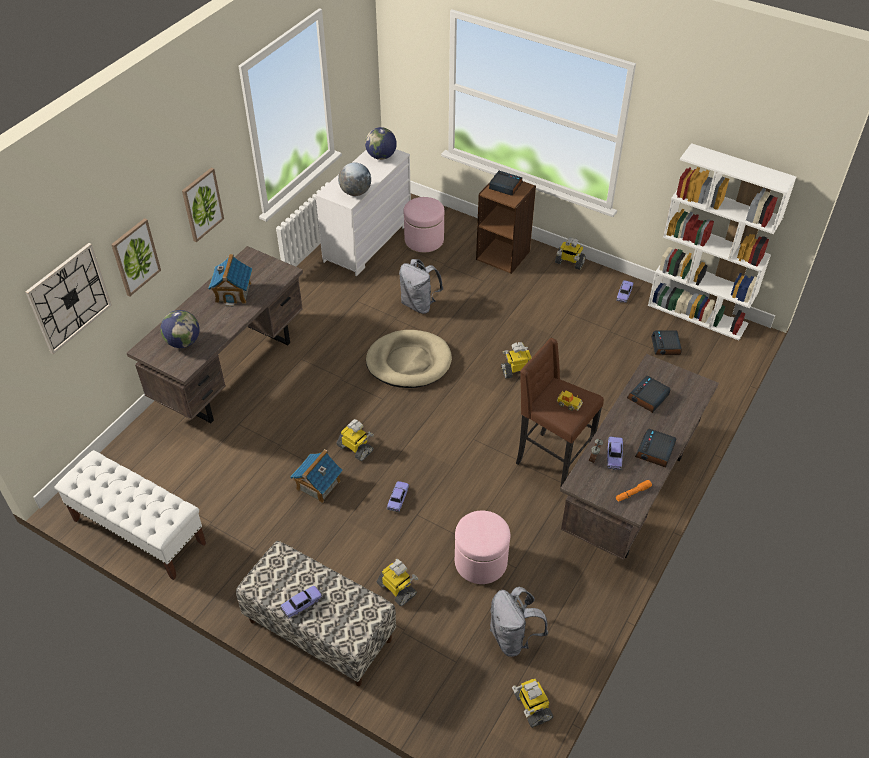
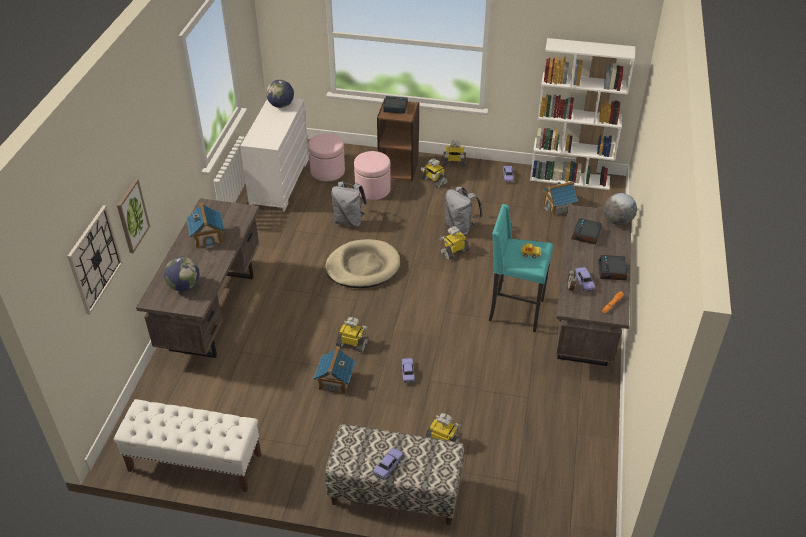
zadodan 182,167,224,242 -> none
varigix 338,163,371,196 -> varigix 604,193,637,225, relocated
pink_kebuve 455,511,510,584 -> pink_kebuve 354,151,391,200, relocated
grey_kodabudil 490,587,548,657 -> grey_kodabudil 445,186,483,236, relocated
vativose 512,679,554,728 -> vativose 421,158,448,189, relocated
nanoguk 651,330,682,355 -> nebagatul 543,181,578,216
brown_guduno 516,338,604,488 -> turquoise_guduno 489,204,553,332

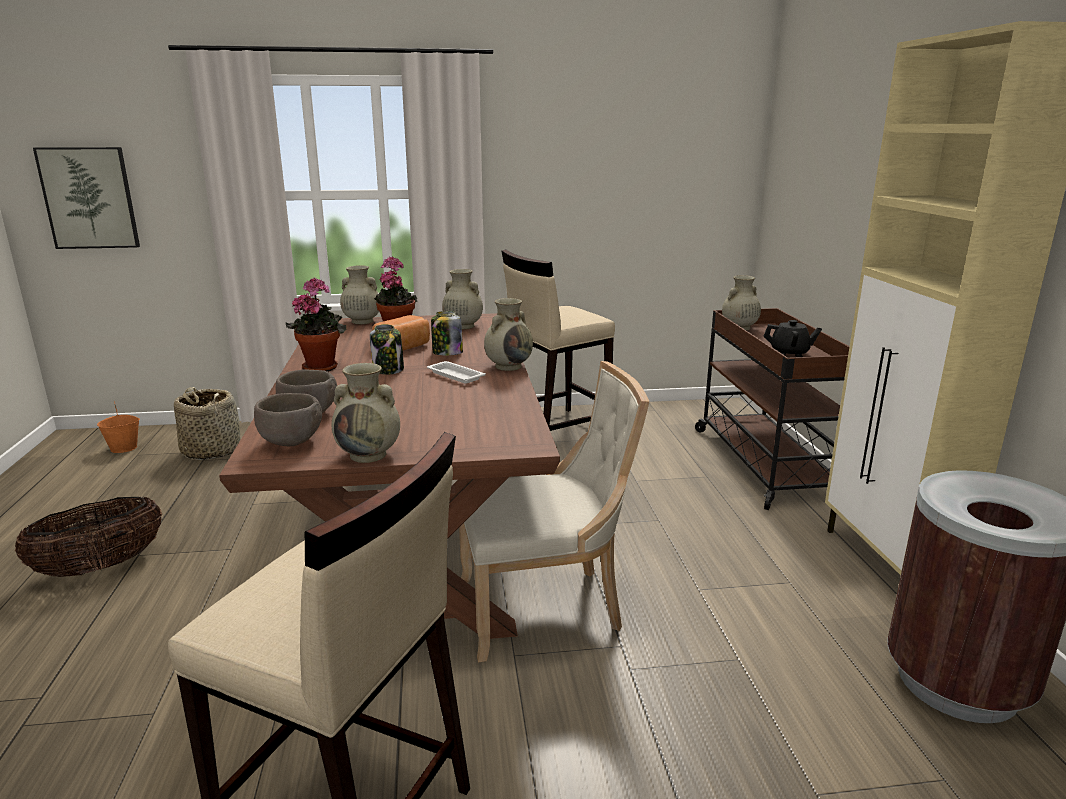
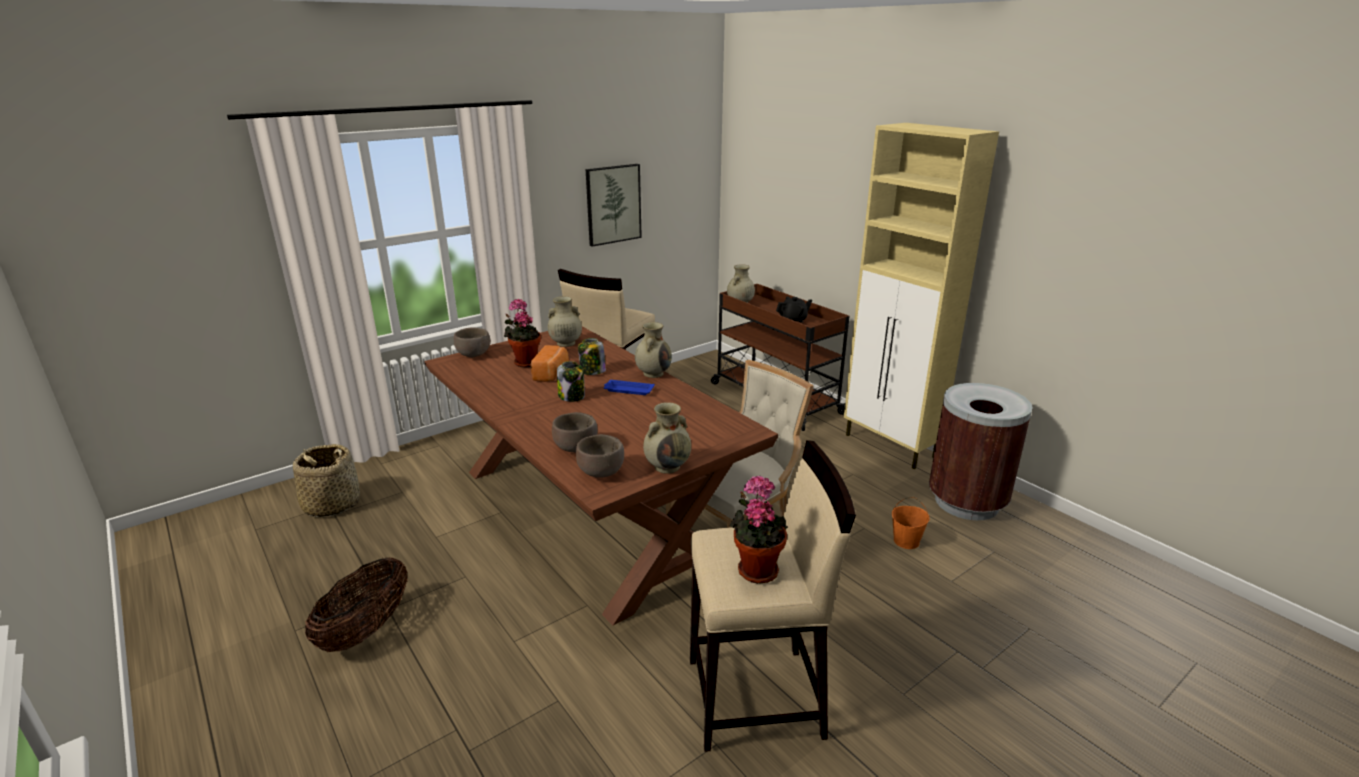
zadodan 33,147,140,249 -> zadodan 586,164,642,247, relocated
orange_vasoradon 97,401,140,453 -> orange_vasoradon 892,497,930,549, relocated
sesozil 286,277,346,371 -> sesozil 730,476,787,584, relocated
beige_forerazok 340,265,379,324 -> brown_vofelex 454,328,491,357
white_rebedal 427,361,486,384 -> blue_rebedal 604,380,655,395

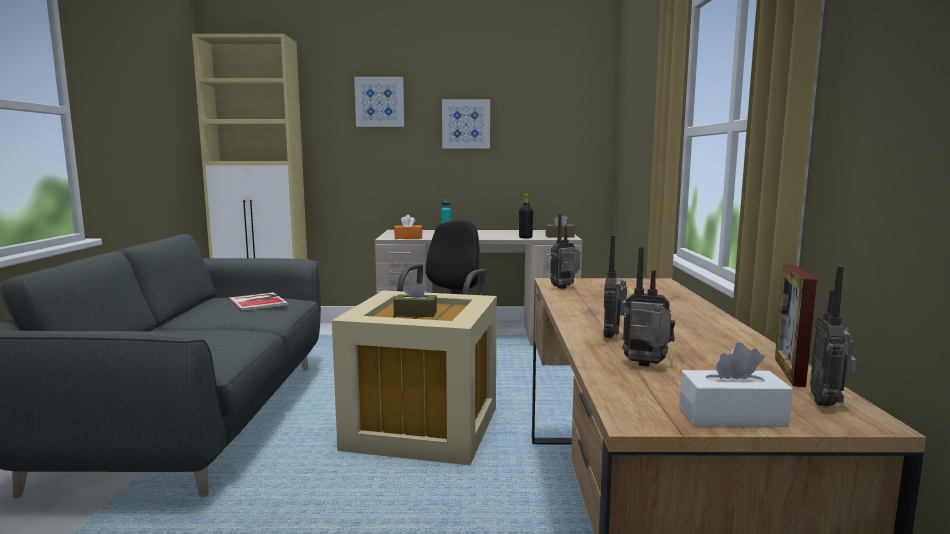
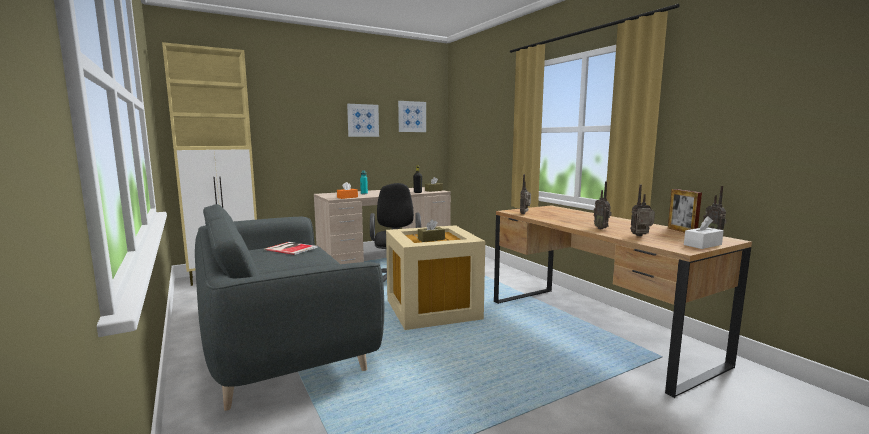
zadodan 354,77,404,127 -> zadodan 398,101,426,132, relocated

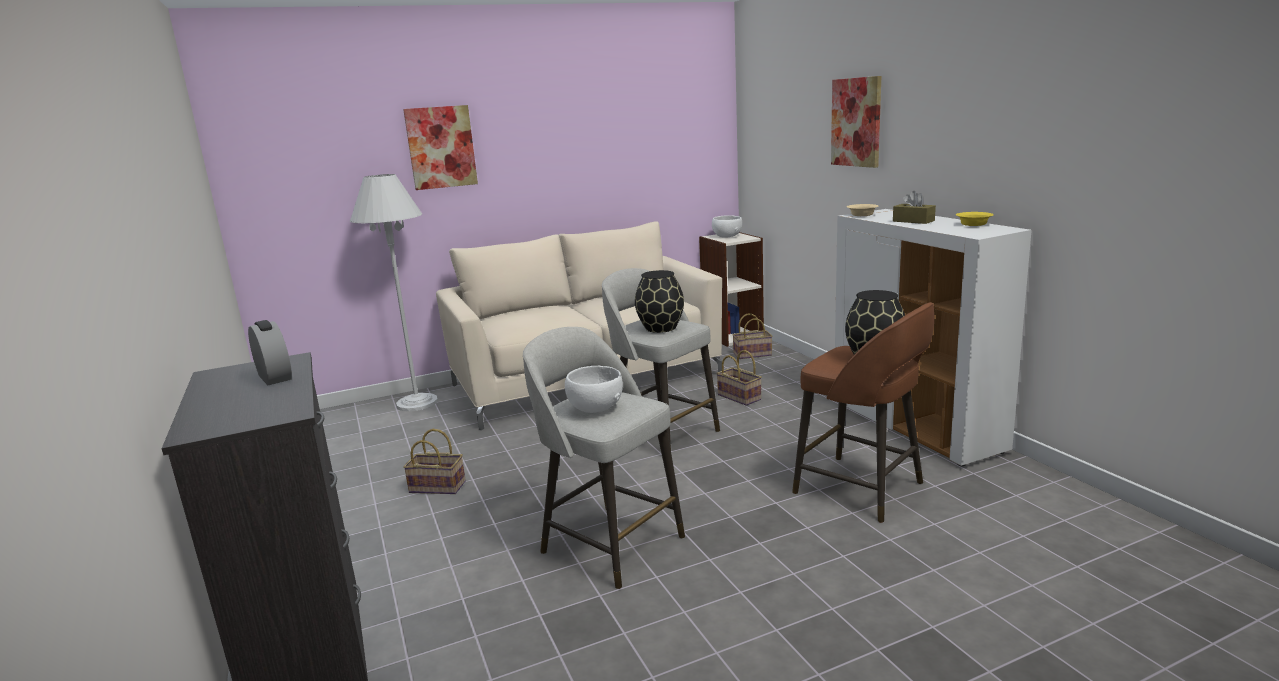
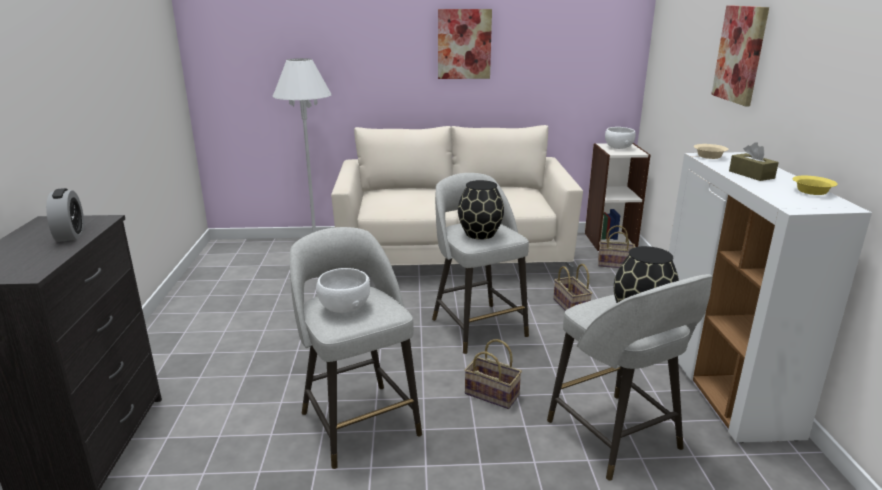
zadodan 403,105,478,190 -> zadodan 438,9,492,79, relocated
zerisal 403,429,466,494 -> zerisal 465,339,522,409, relocated
brown_guduno 792,302,934,523 -> grey_guduno 547,274,713,481

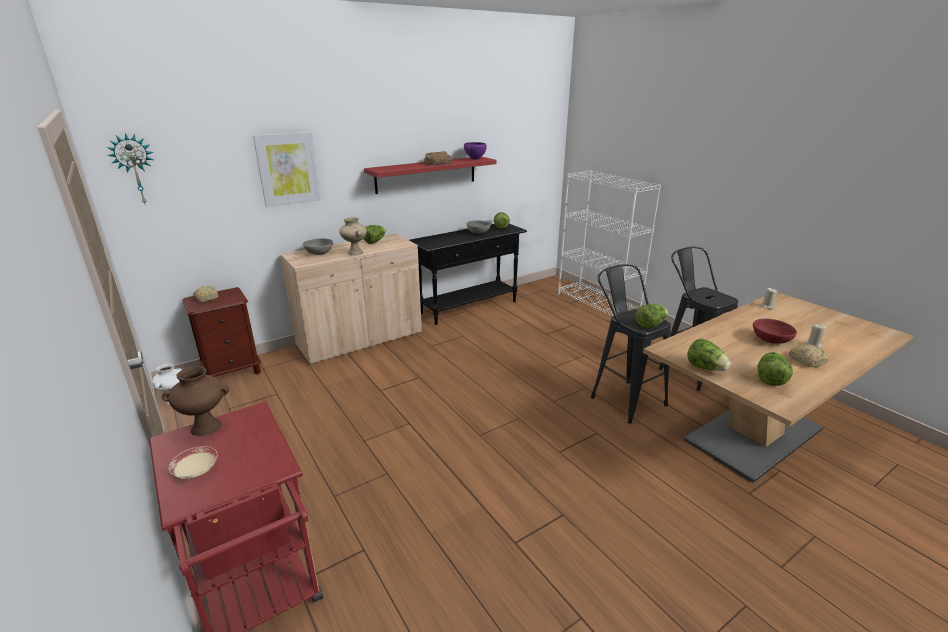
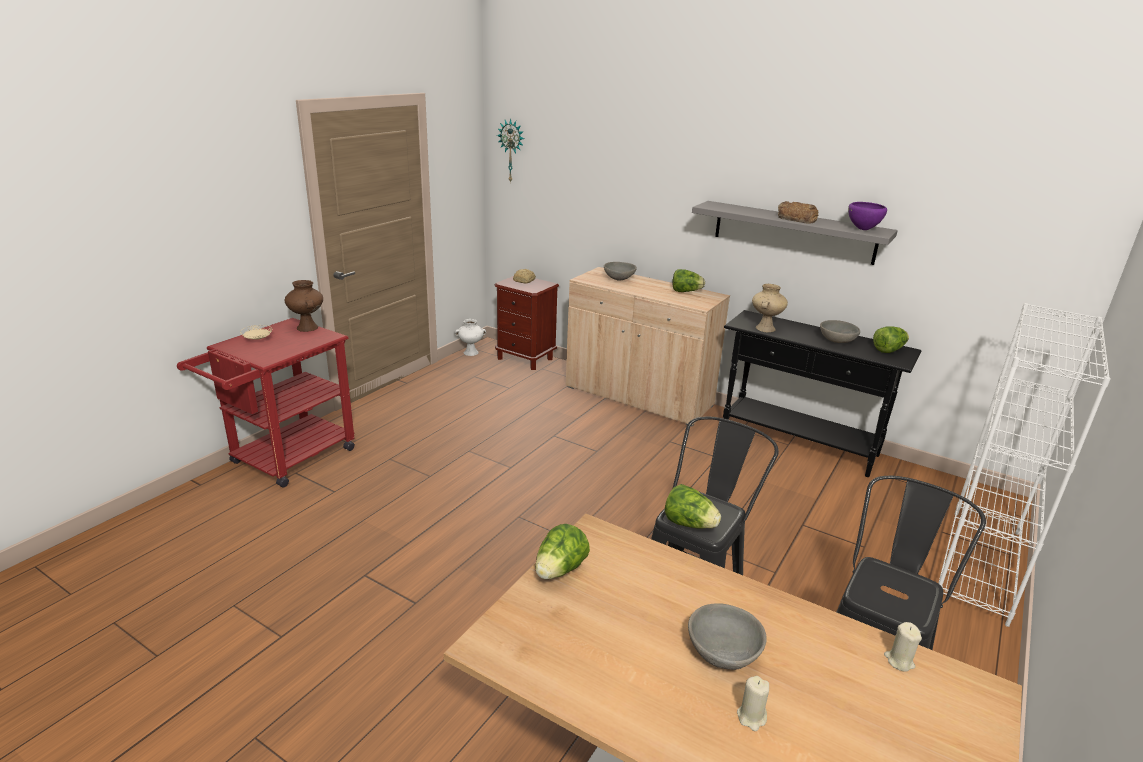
zadodan 253,132,321,207 -> none
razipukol 757,352,793,386 -> none
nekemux 789,344,828,367 -> none
beige_forerazok 339,218,367,255 -> beige_forerazok 752,284,788,332, relocated
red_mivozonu 364,157,497,194 -> grey_mivozonu 692,201,898,265
red_vofelex 753,319,797,344 -> grey_vofelex 688,603,767,670

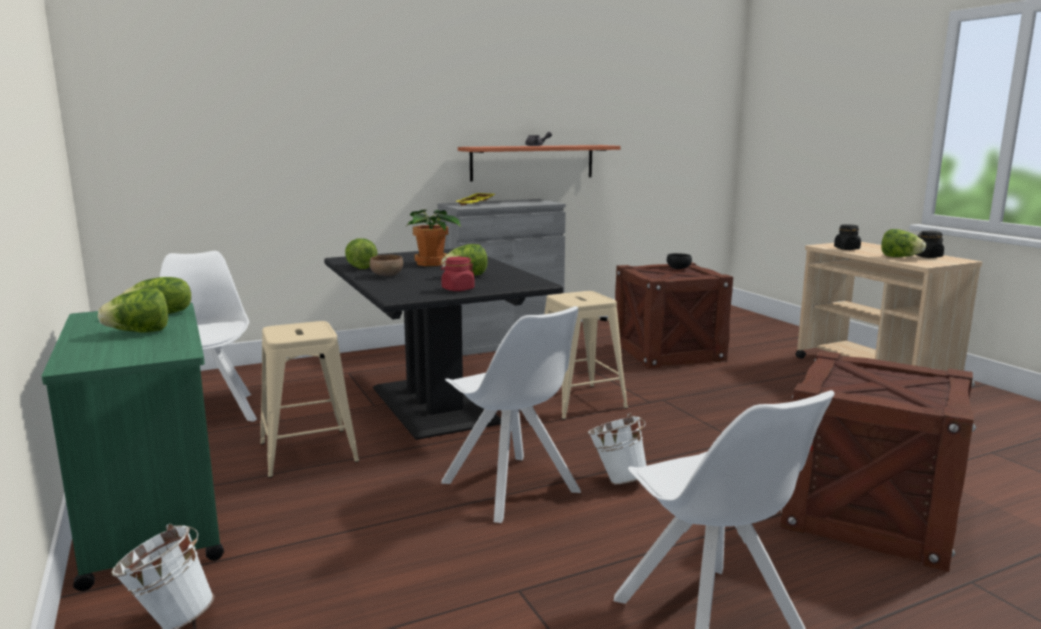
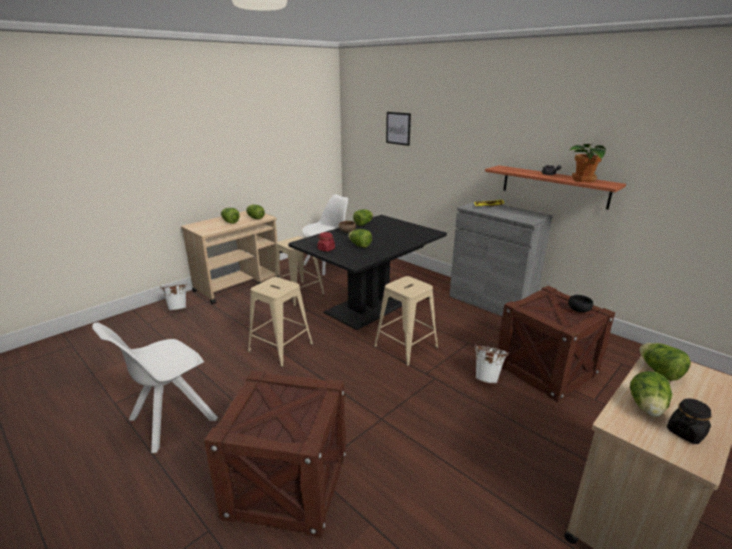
none -> zadodan 386,112,411,146
sesozil 406,209,461,266 -> sesozil 569,144,606,183, relocated
white_vasoradon 588,414,646,484 -> white_vasoradon 475,344,509,383, relocated
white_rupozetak 441,306,581,523 -> beige_guduno 248,277,313,367
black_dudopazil 834,224,861,250 -> razipukol 639,343,691,381
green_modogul 42,303,224,591 -> beige_modogul 181,211,280,304

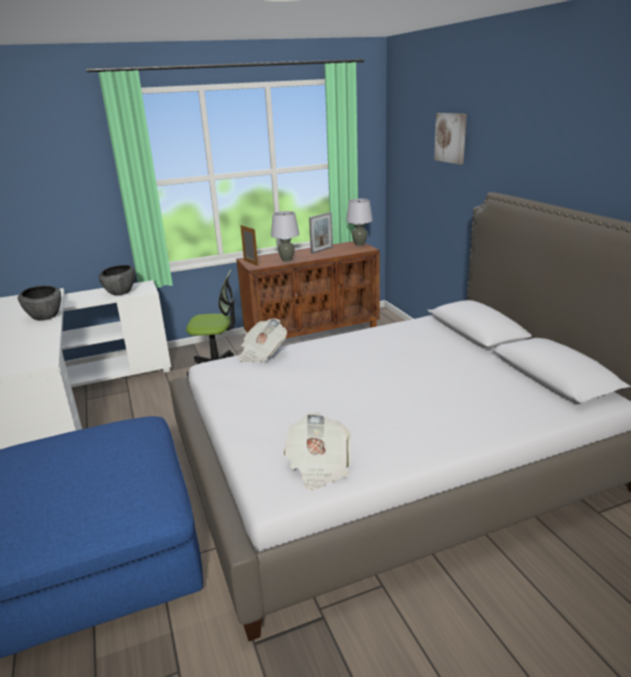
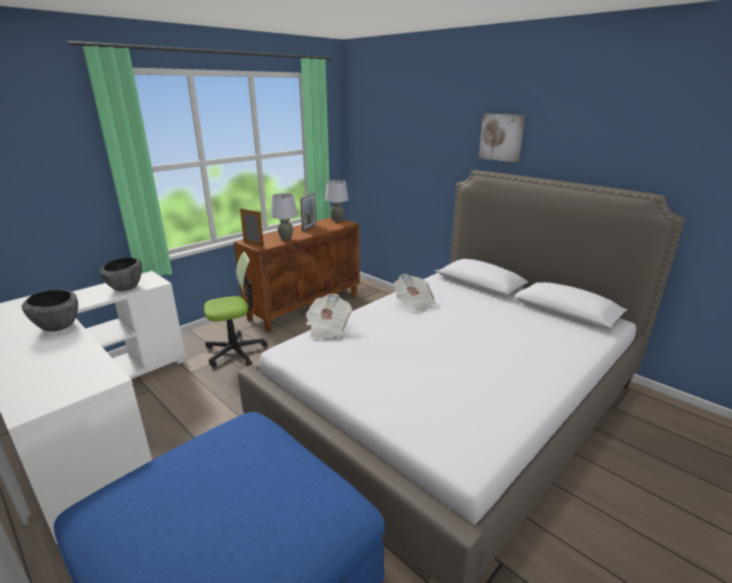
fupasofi 283,412,351,490 -> fupasofi 394,274,436,314, relocated
zadodan 434,113,467,165 -> zadodan 479,114,525,163, relocated

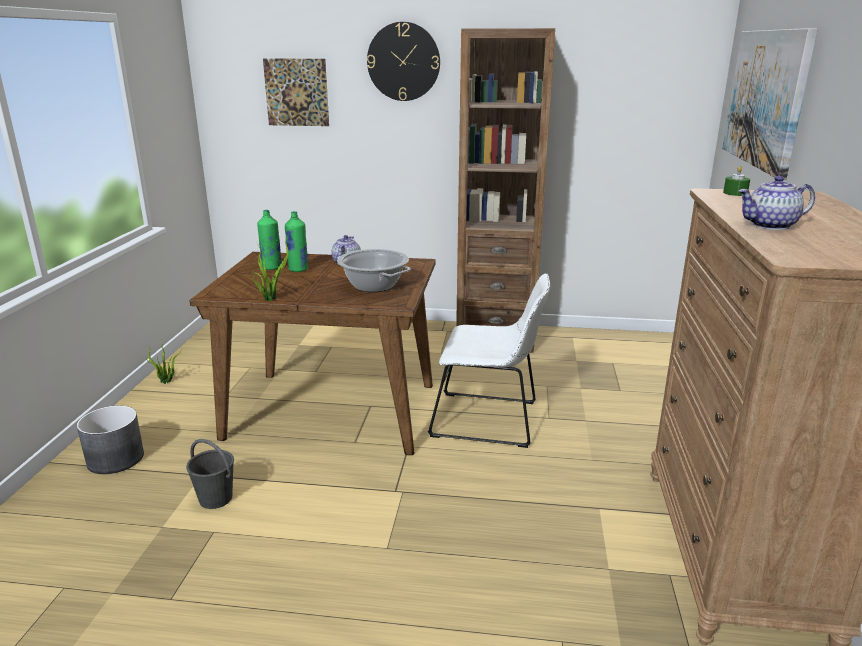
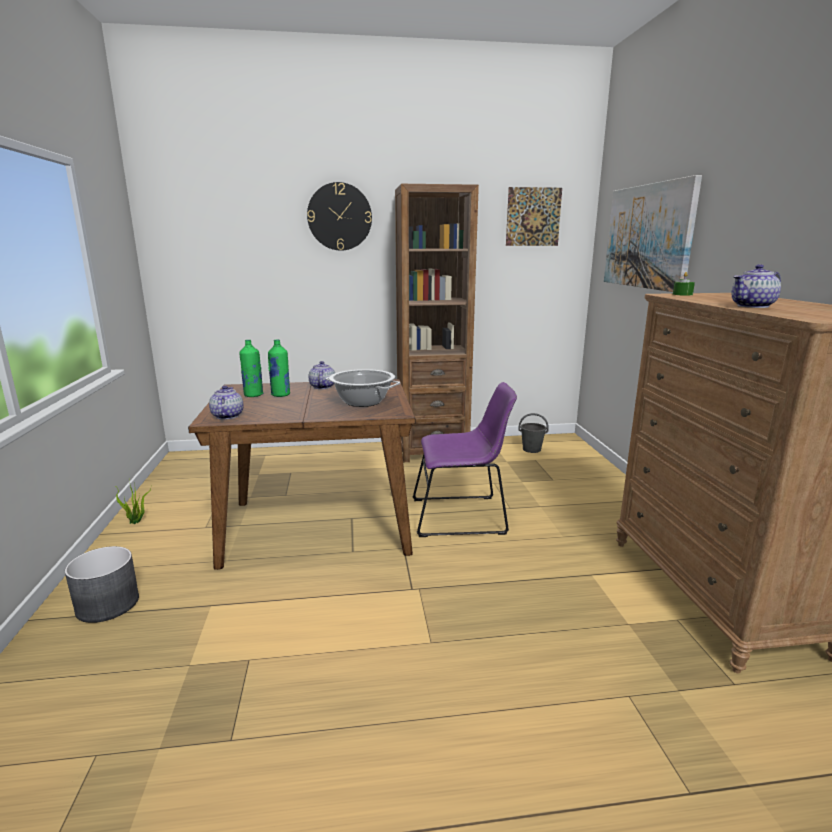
sesozil 251,232,290,301 -> none
none -> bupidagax 209,386,243,420
grey_vasoradon 186,439,234,509 -> grey_vasoradon 518,413,548,453, relocated
zadodan 263,59,329,126 -> zadodan 506,187,562,246, relocated
white_rupozetak 428,273,550,448 -> purple_rupozetak 412,382,517,537

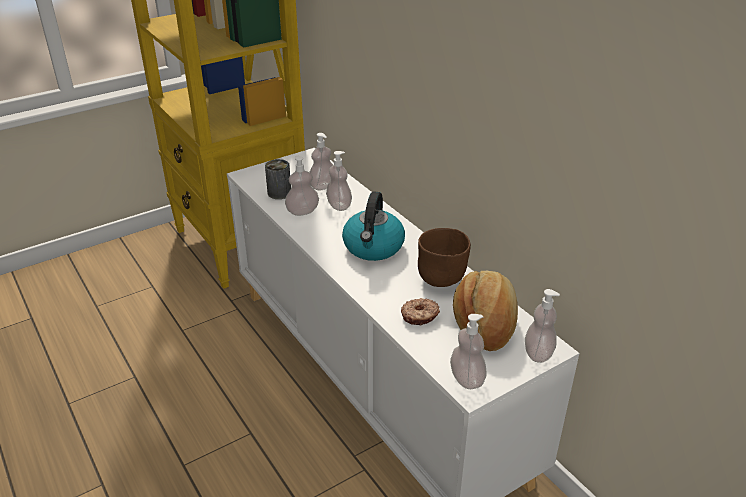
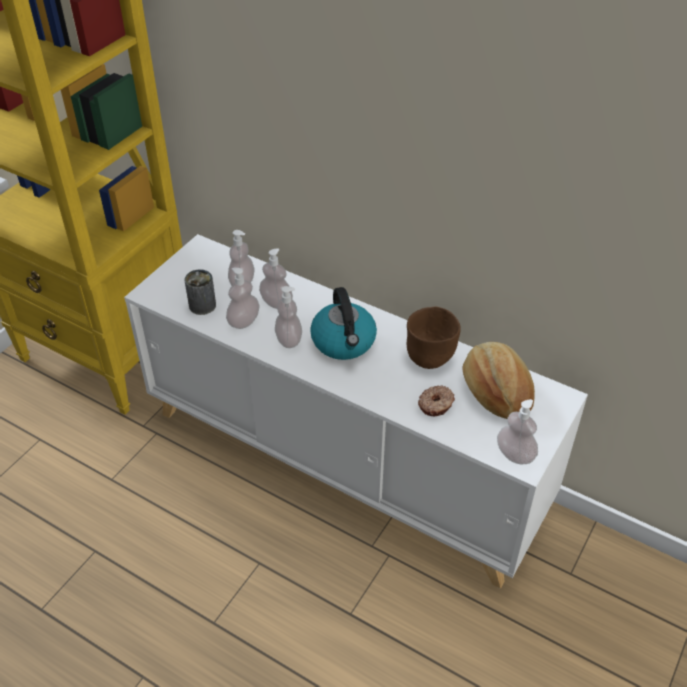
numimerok 525,289,560,363 -> numimerok 275,286,302,348, relocated

